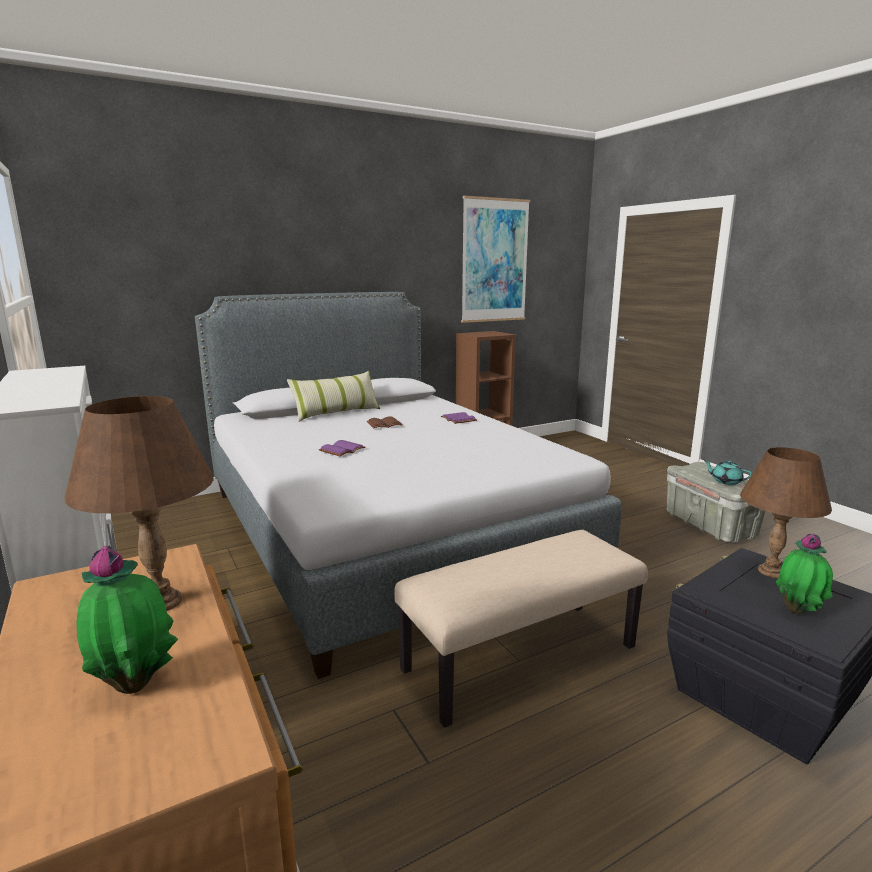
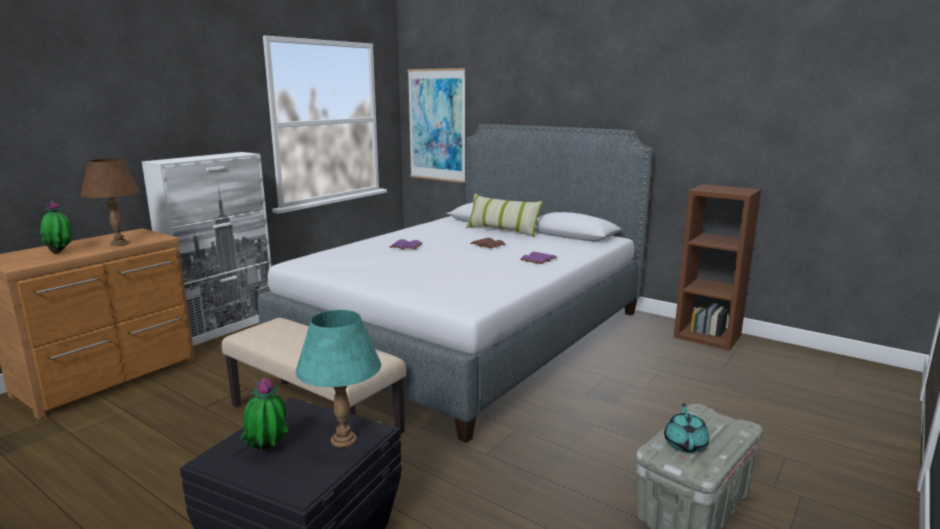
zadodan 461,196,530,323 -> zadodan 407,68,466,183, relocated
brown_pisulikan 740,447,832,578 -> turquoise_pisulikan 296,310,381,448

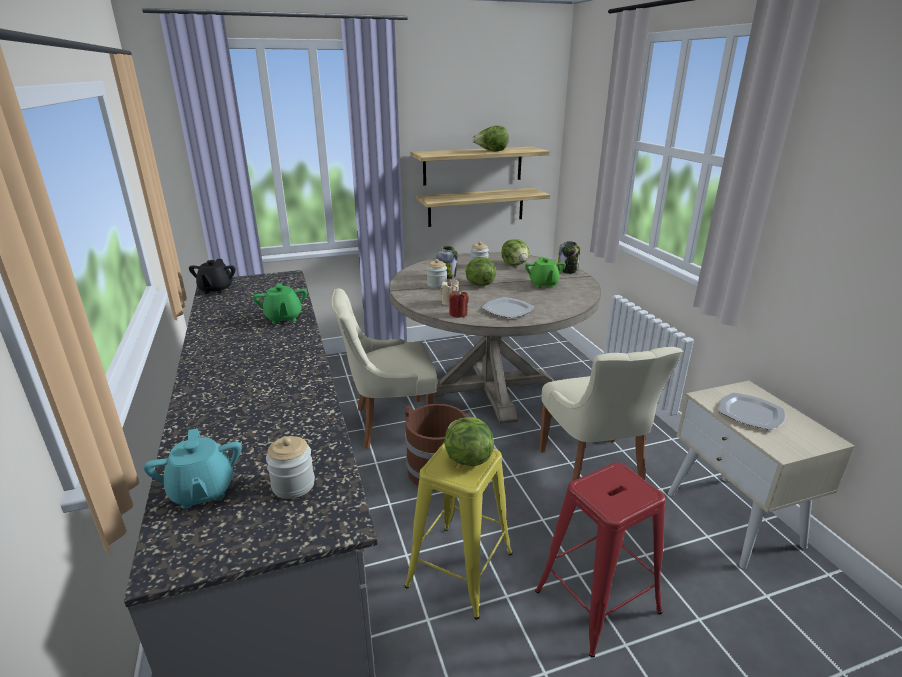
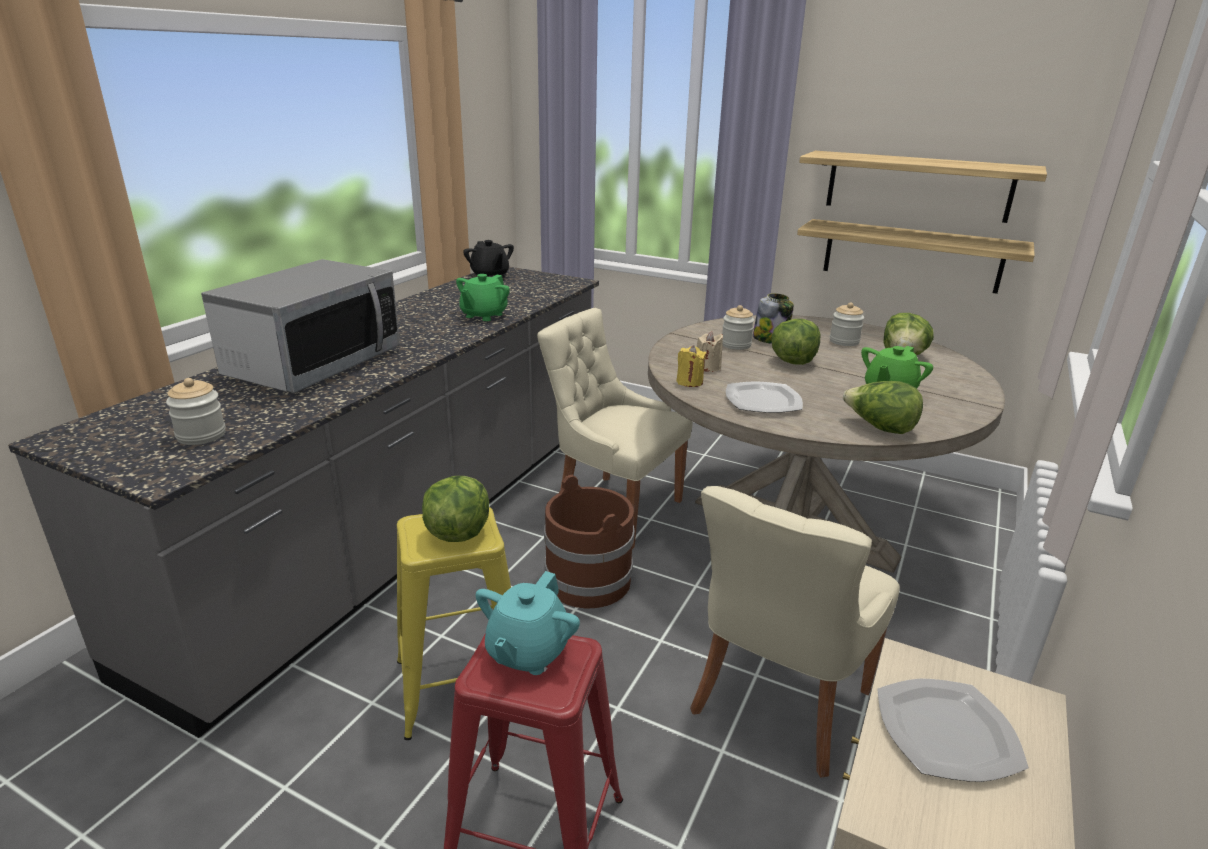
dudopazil 557,241,580,274 -> none
none -> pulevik 201,259,400,393
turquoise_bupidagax 143,428,242,509 -> turquoise_bupidagax 475,571,580,675, relocated
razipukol 472,126,509,152 -> razipukol 843,381,923,434, relocated
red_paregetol 449,290,469,318 -> yellow_paregetol 676,345,706,387
black_bupidagax 189,259,236,294 -> black_bupidagax 463,240,514,278, 75 degrees counterclockwise

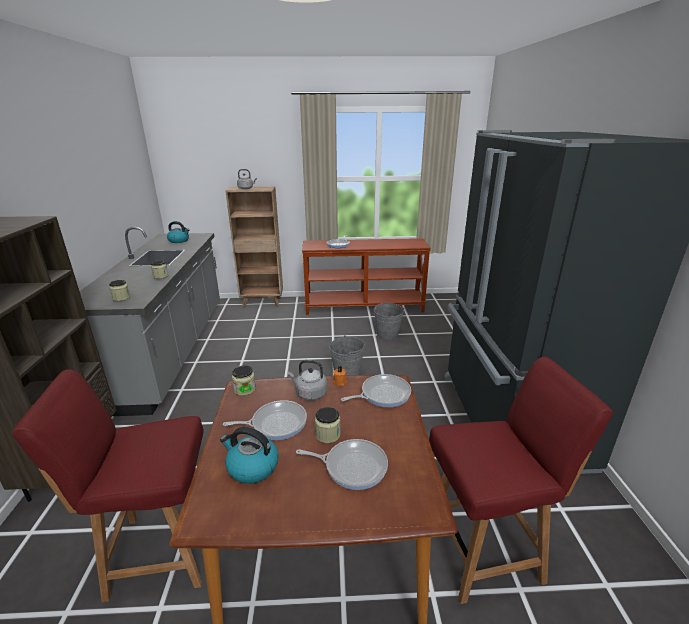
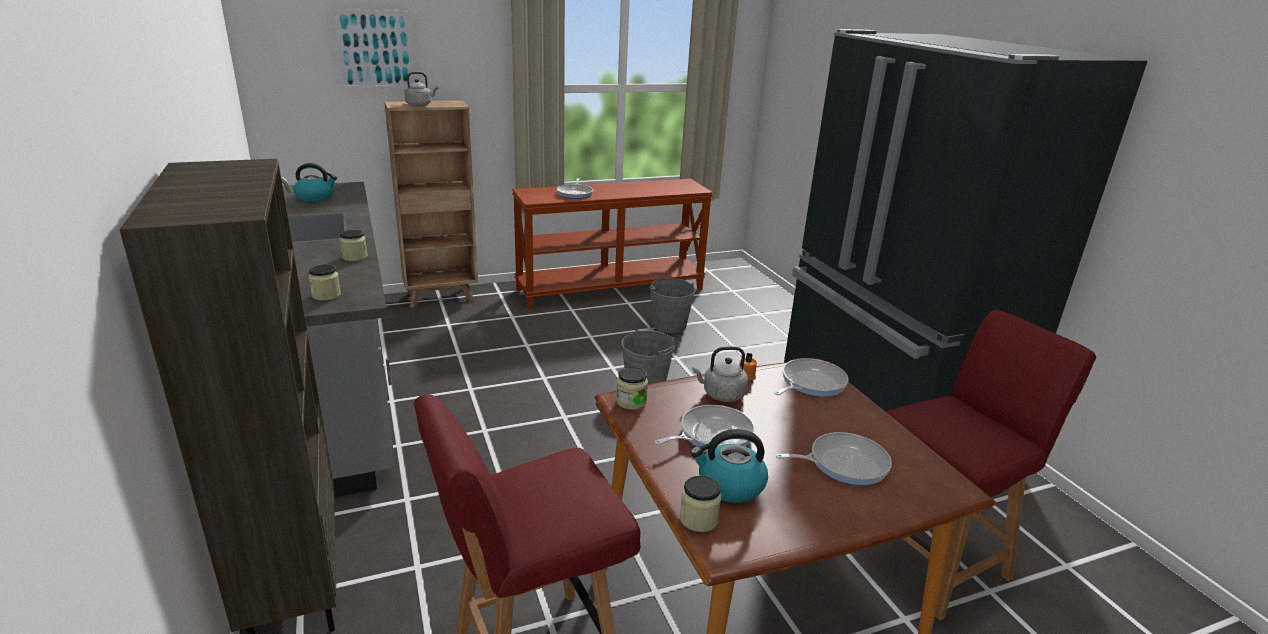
none -> zadodan 331,9,416,89
dudopazil 315,407,341,443 -> dudopazil 680,476,721,532, relocated

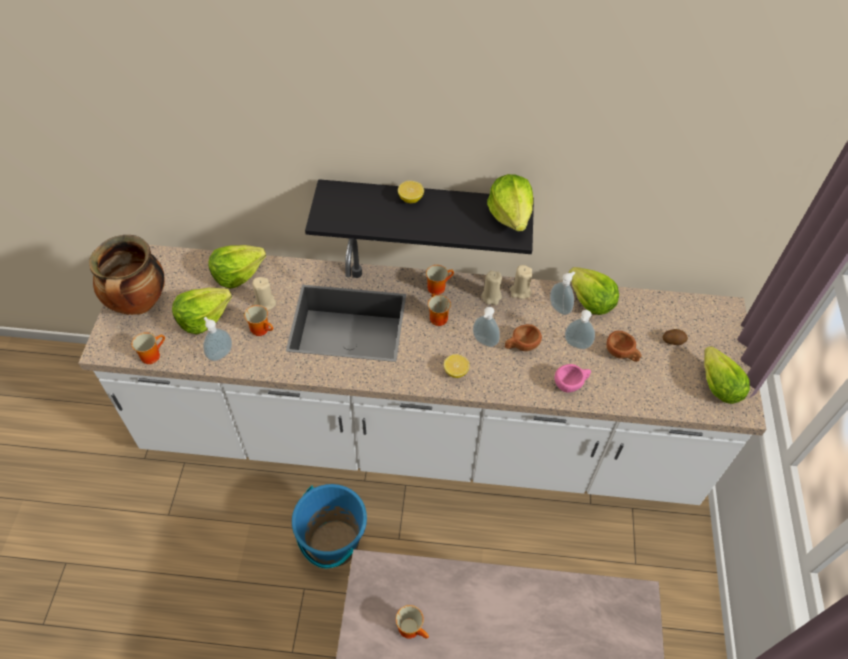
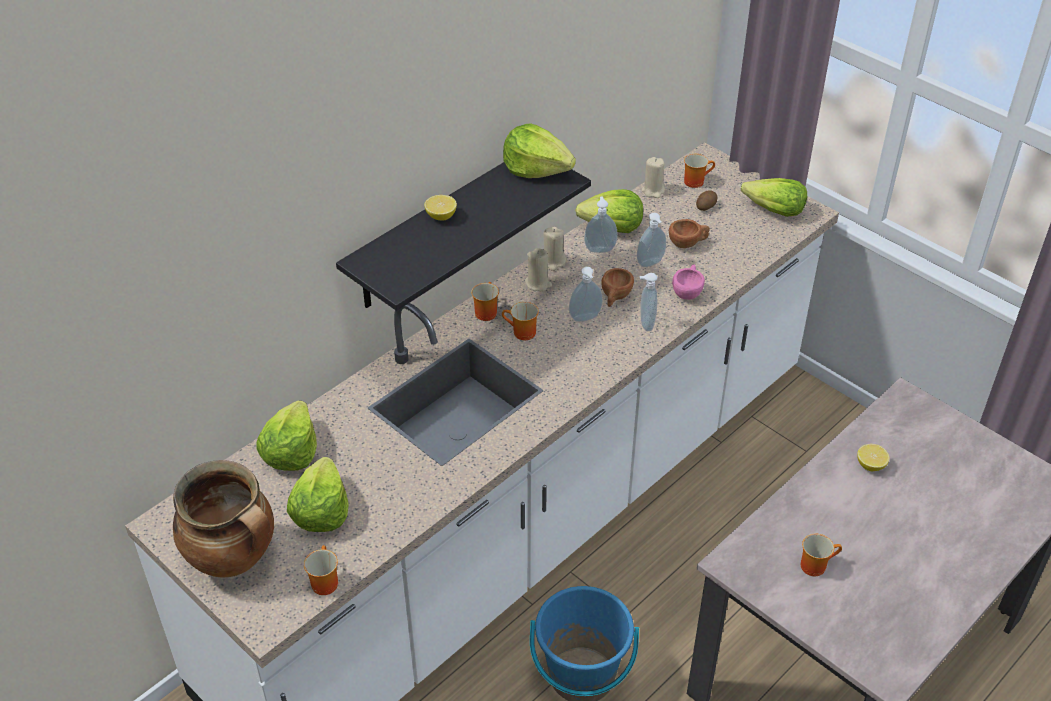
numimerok 203,317,232,361 -> numimerok 639,273,657,331, relocated
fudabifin 244,305,273,336 -> fudabifin 684,154,715,188, relocated
beige_paregetol 252,277,276,311 -> beige_paregetol 642,157,665,198, relocated
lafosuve 444,354,470,378 -> lafosuve 857,444,889,471, relocated

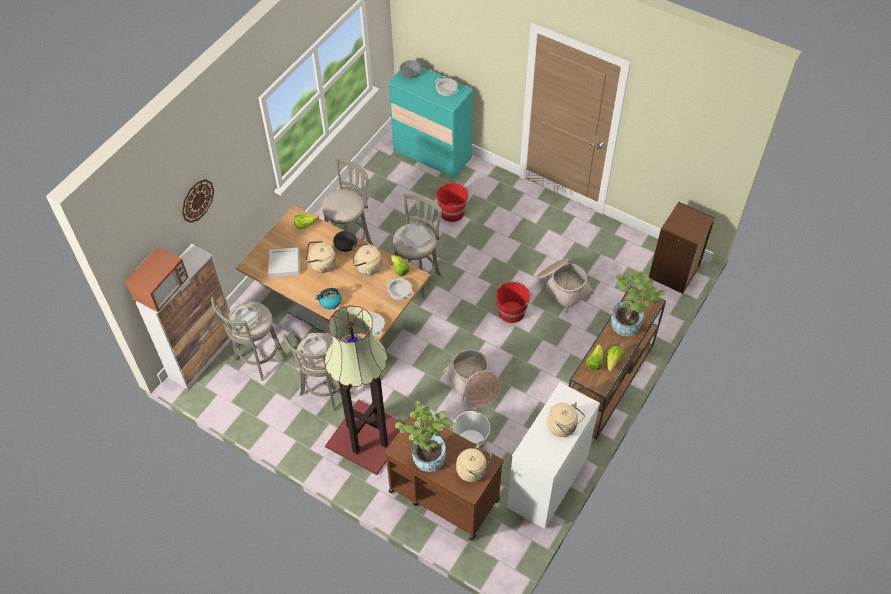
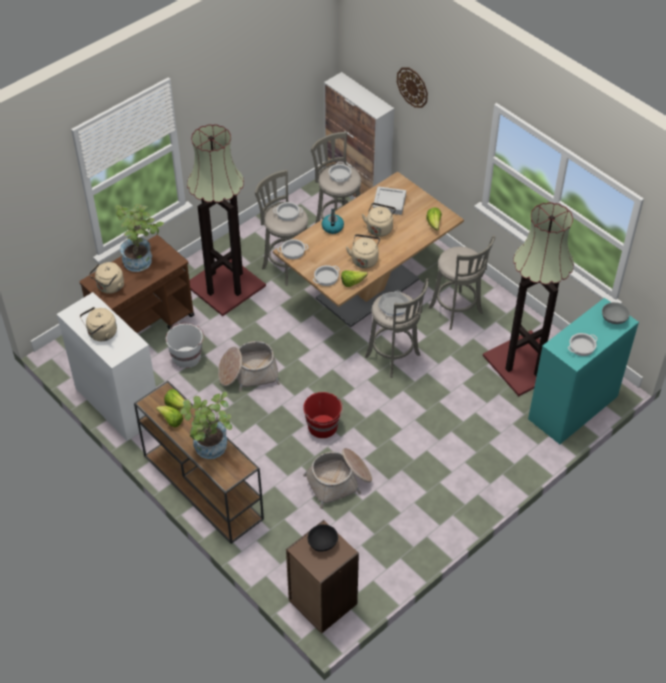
pulevik 125,246,189,312 -> none
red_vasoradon 436,182,470,222 -> none
none -> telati 483,202,574,397
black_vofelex 333,231,357,252 -> black_vofelex 308,524,338,551, relocated

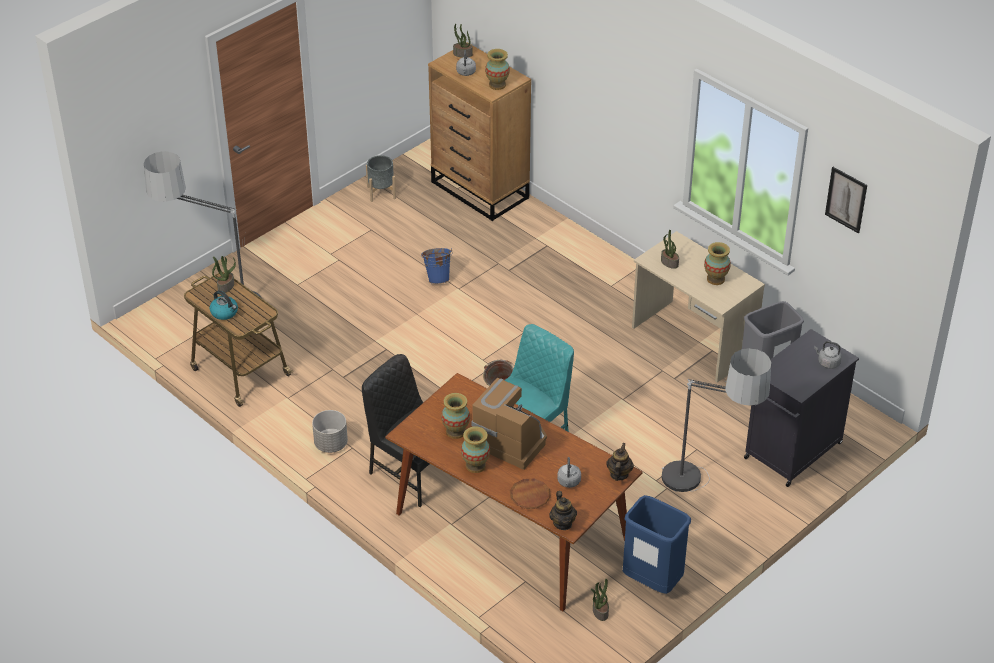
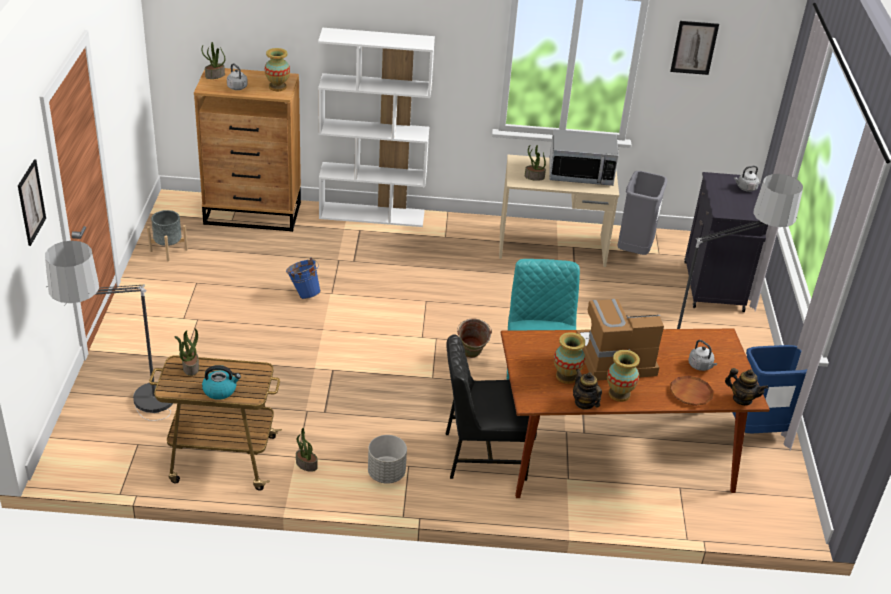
none -> zadodan 18,159,46,246
none -> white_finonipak 318,28,435,227
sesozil 591,578,609,621 -> sesozil 296,428,318,472, relocated
bupidagax 606,443,634,481 -> bupidagax 573,369,602,410, relocated
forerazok 704,242,731,285 -> pulevik 549,129,619,186

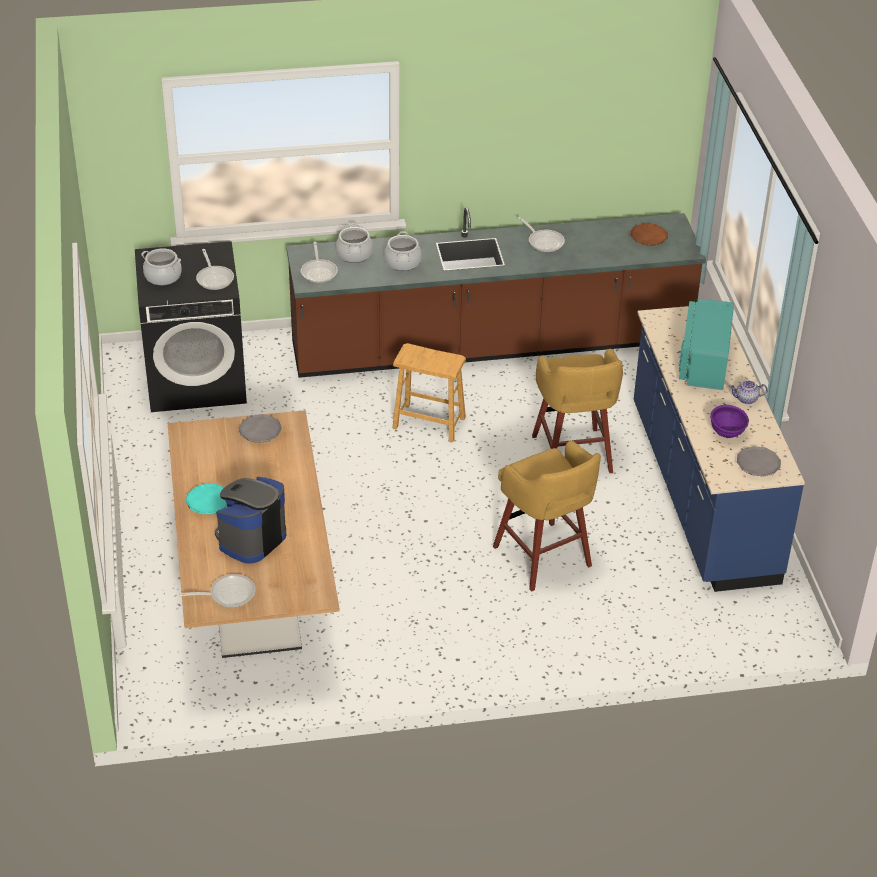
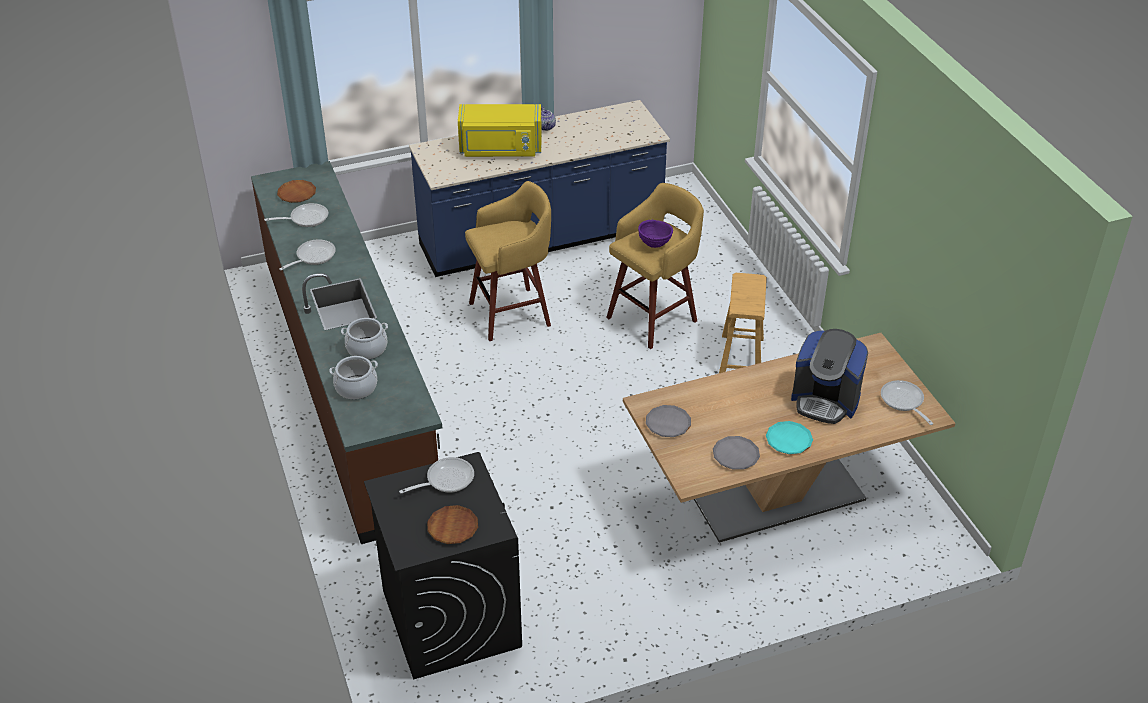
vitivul 301,242,338,283 -> vitivul 264,203,328,227, relocated
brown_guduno 393,343,466,443 -> brown_guduno 719,273,767,373, relocated
purple_vofelex 710,405,749,438 -> purple_vofelex 638,220,673,248, relocated
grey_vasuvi 737,446,781,477 -> grey_vasuvi 713,436,760,470, relocated
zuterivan 141,248,182,286 -> brown_vasuvi 427,505,478,544
turquoise_pulevik 678,298,734,390 -> yellow_pulevik 458,104,542,157

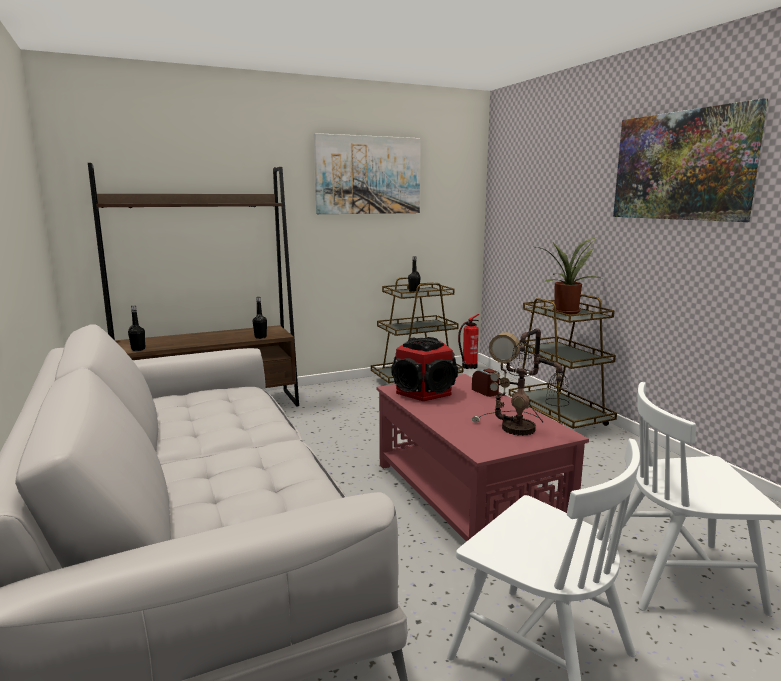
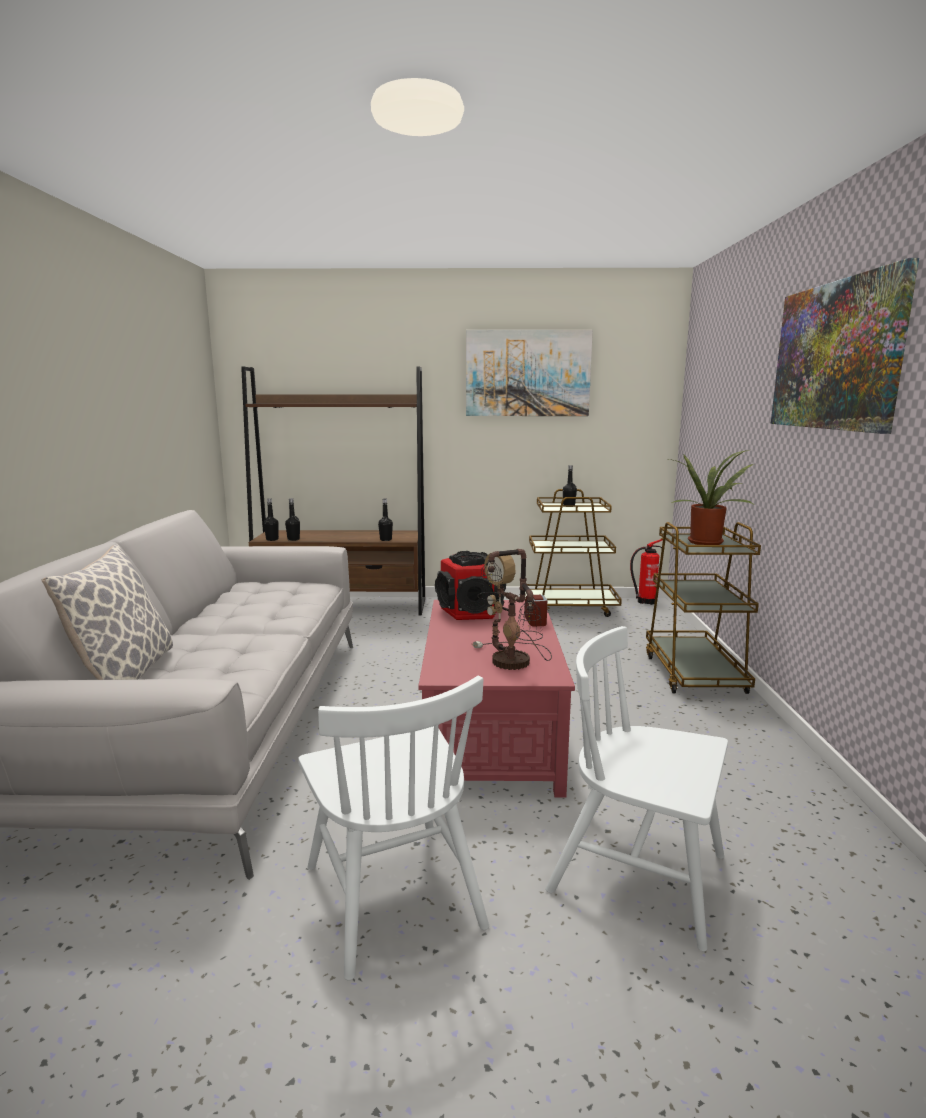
none -> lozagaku 41,545,173,680
none -> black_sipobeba 285,498,300,541

